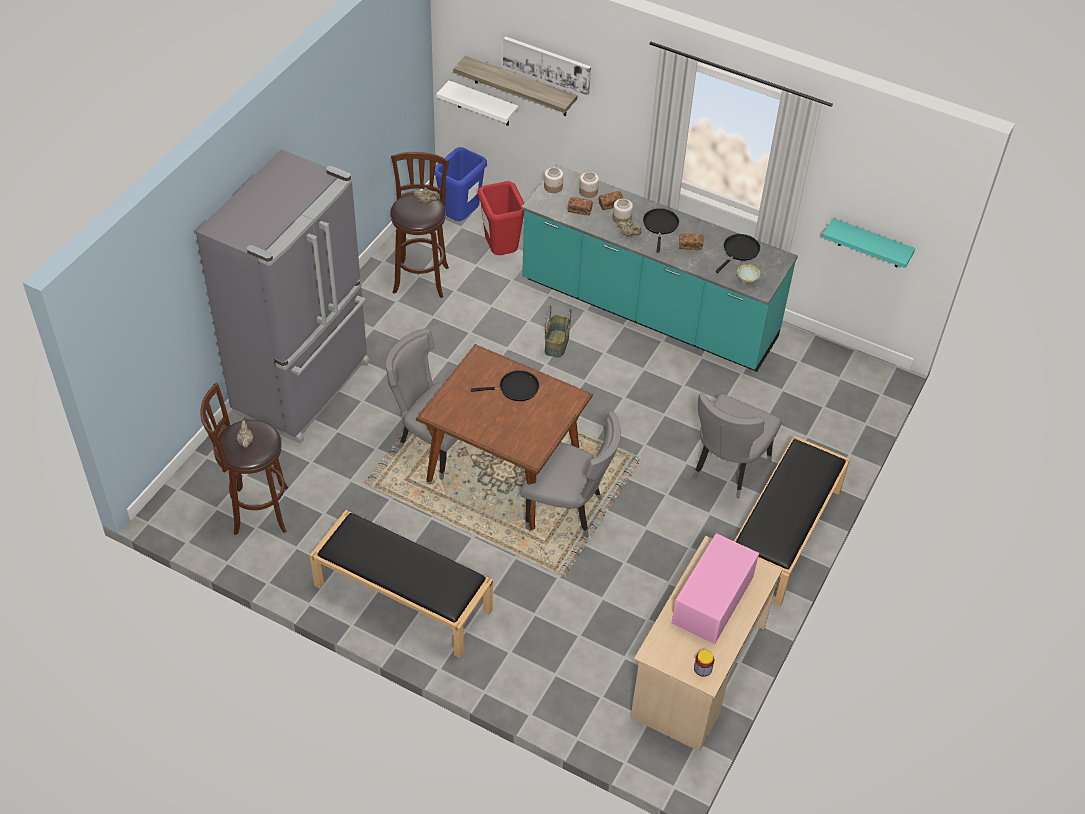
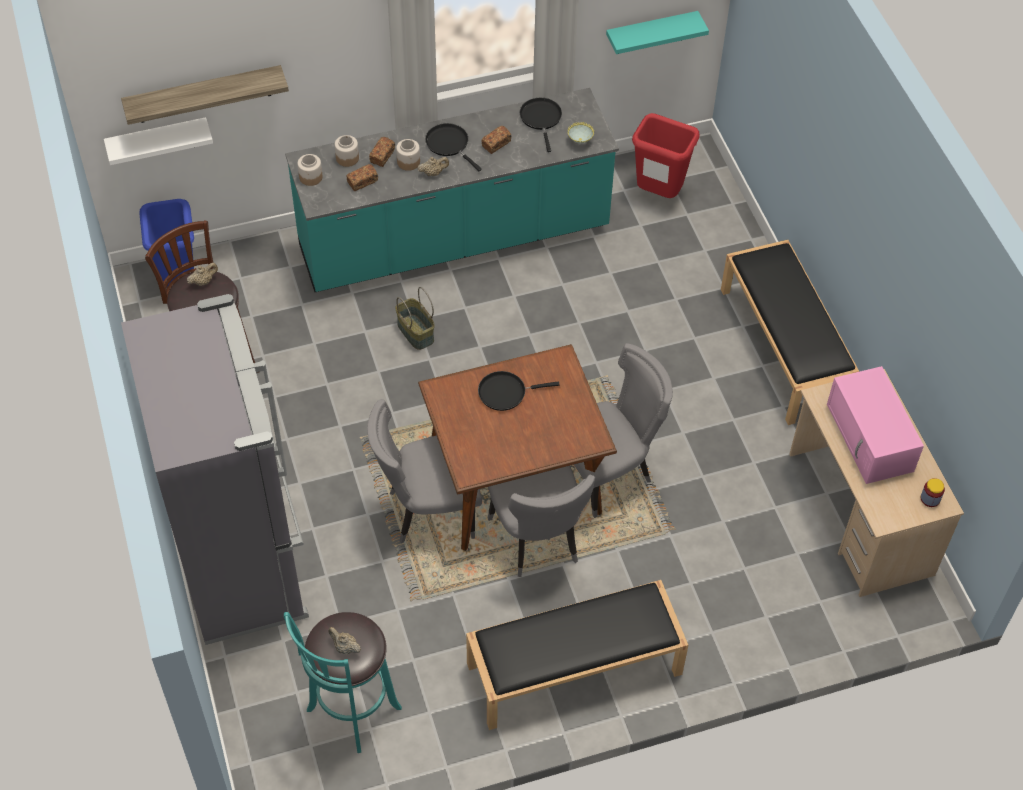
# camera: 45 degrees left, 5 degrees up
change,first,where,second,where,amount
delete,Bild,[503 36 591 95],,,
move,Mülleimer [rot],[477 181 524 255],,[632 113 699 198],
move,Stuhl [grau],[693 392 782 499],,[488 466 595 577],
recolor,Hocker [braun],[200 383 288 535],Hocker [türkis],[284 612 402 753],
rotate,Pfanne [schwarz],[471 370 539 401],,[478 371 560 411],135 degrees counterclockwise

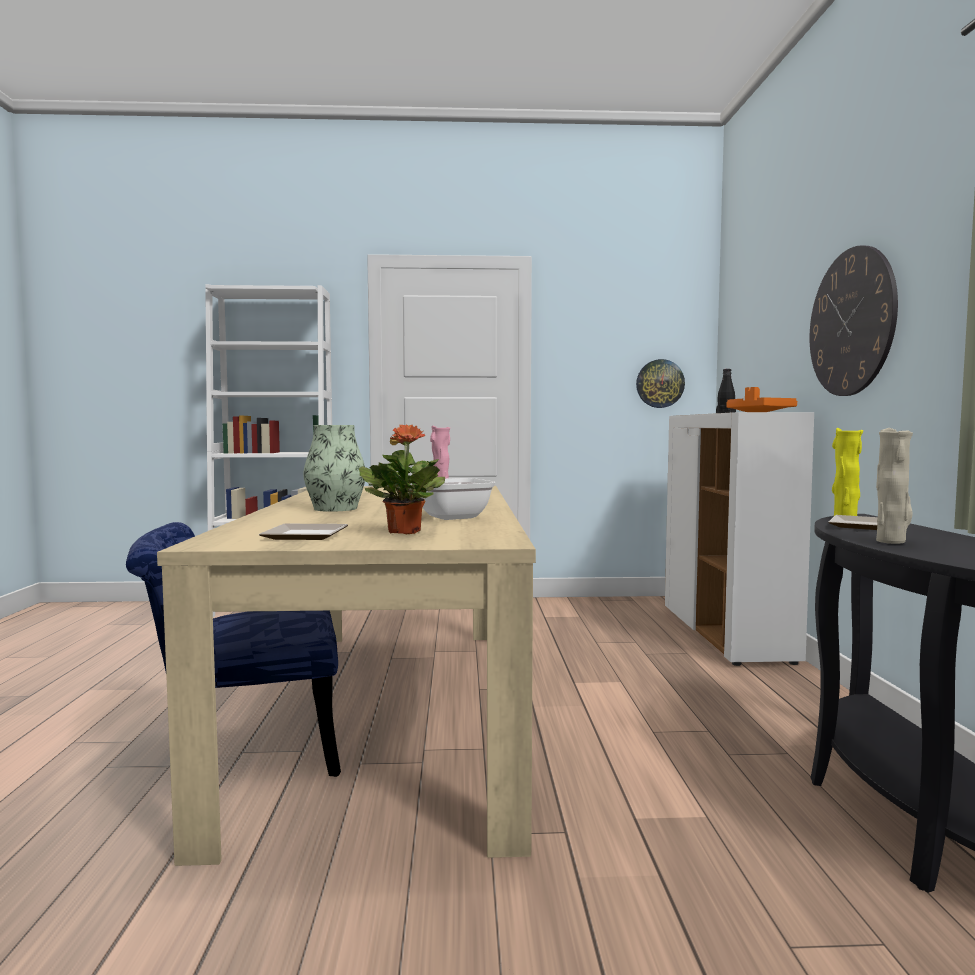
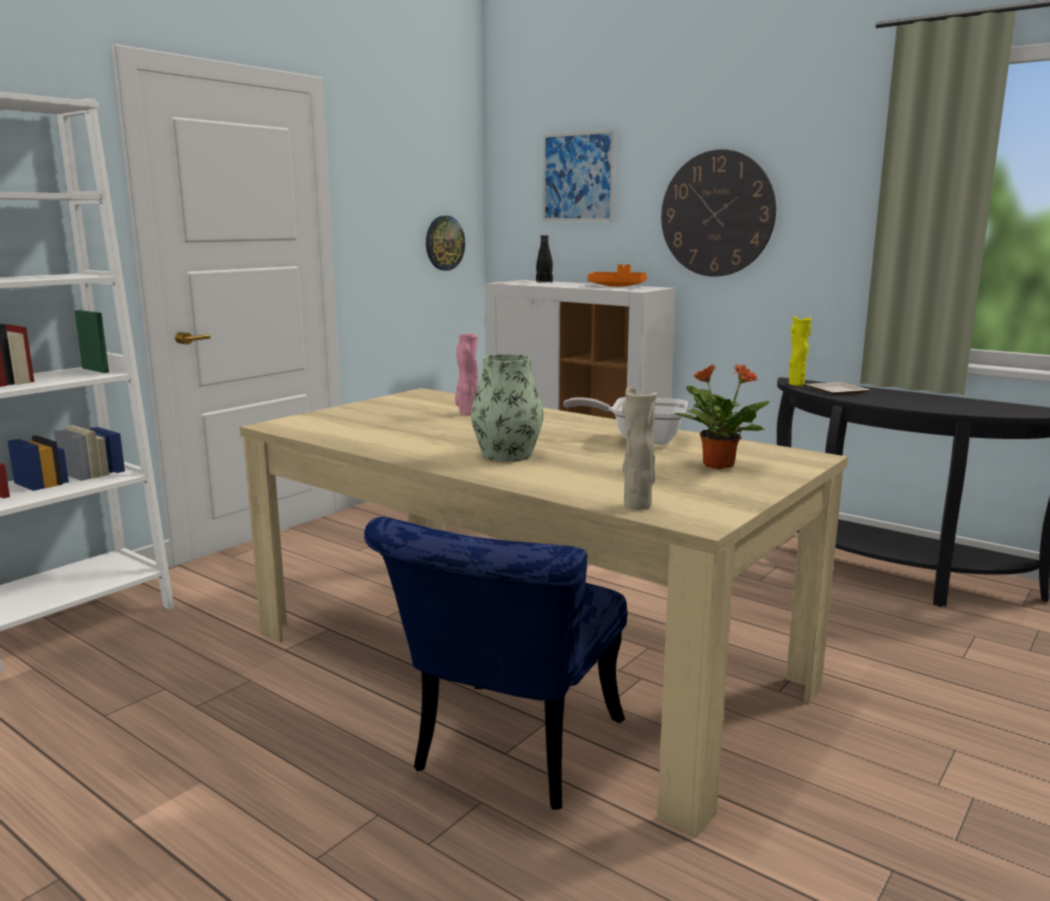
# camera: 50 degrees left, 10 degrees up
change,first,where,second,where,amount
delete,Teller,[259 524 348 540],,,
insert,,,Bild,[542 129 616 221],
move,Vase [beige],[876 428 913 544],,[622 387 657 510],

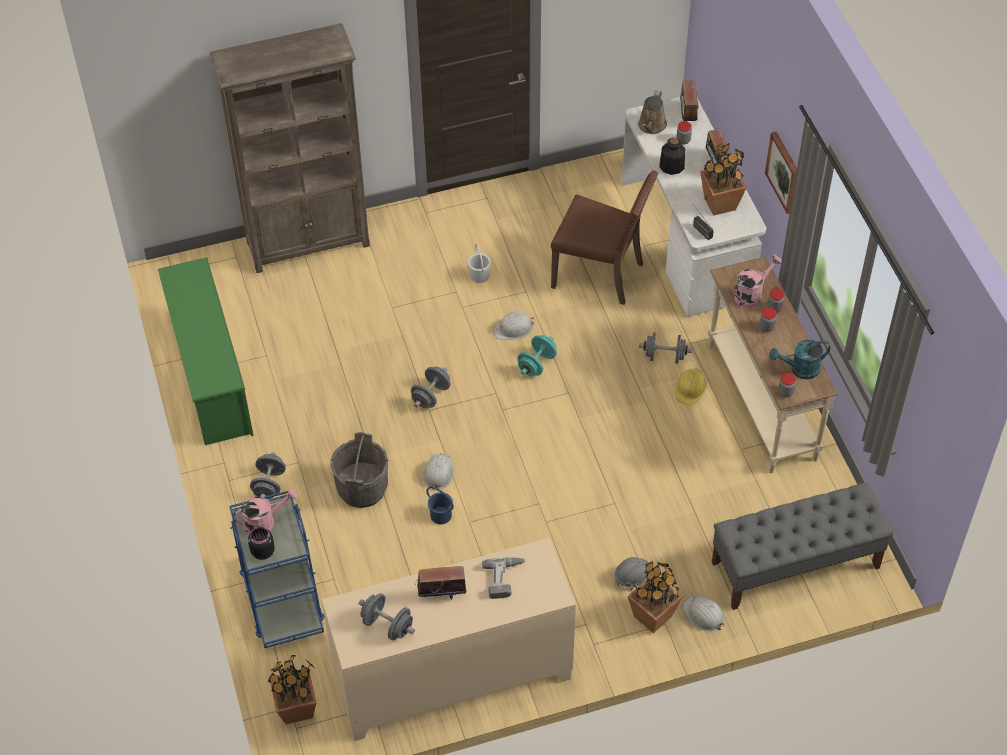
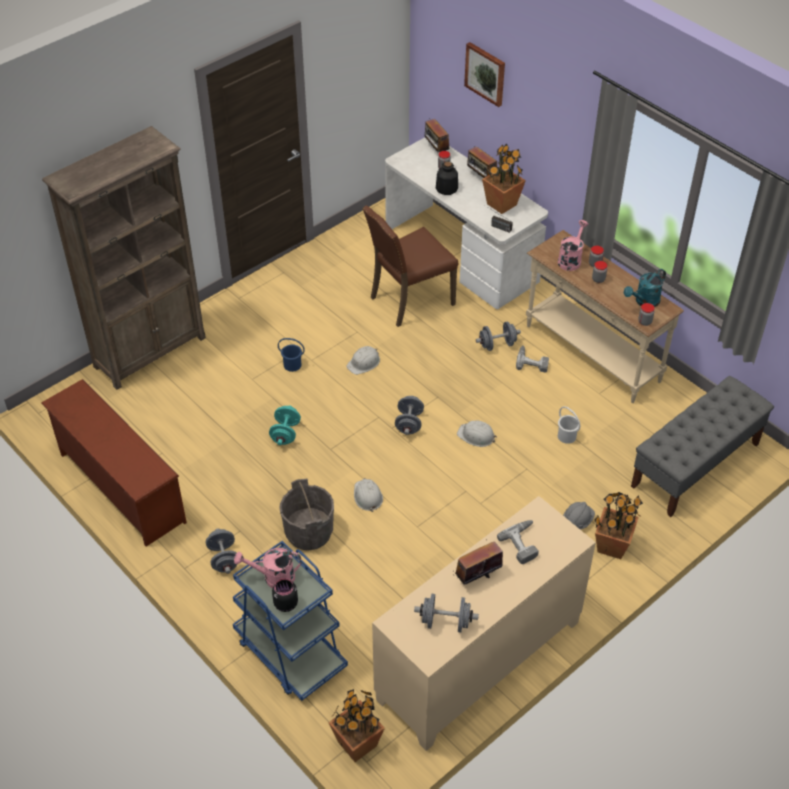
# camera: 25 degrees left, 5 degrees down
change,first,where,second,where,amount
delete,Gießkanne [braun],[638 90 667 134],,,
move,Hantel [grau],[411 367 451 408],,[395 396 424 435],
move,Eimer [blau],[426 486 454 524],,[278 338 305 372],
move,Eimer [weiß],[468 243 491 283],,[558 406 580 444],
move,Hantel [türkis],[518 335 557 376],,[269 406 301 445],
move,Schutzhelm [weiß],[682 595 724 632],,[457 421 497 447],
move,Bild,[765 132 797 214],,[464 42 505 107],
replace,Schutzhelm [gelb],[676 368 707 405],Bohrmaschine,[516 345 549 372],
recolor,Schuhregal [grün],[158 257 254 445],Schuhregal [braun],[41 379 187 547],
rotate,Gießkanne [rosa],[233 488 298 535],,[234 548 301 588],135 degrees counterclockwise
rotate,Stuhl [braun],[551 170 659 305],,[362 206 458 327],150 degrees clockwise

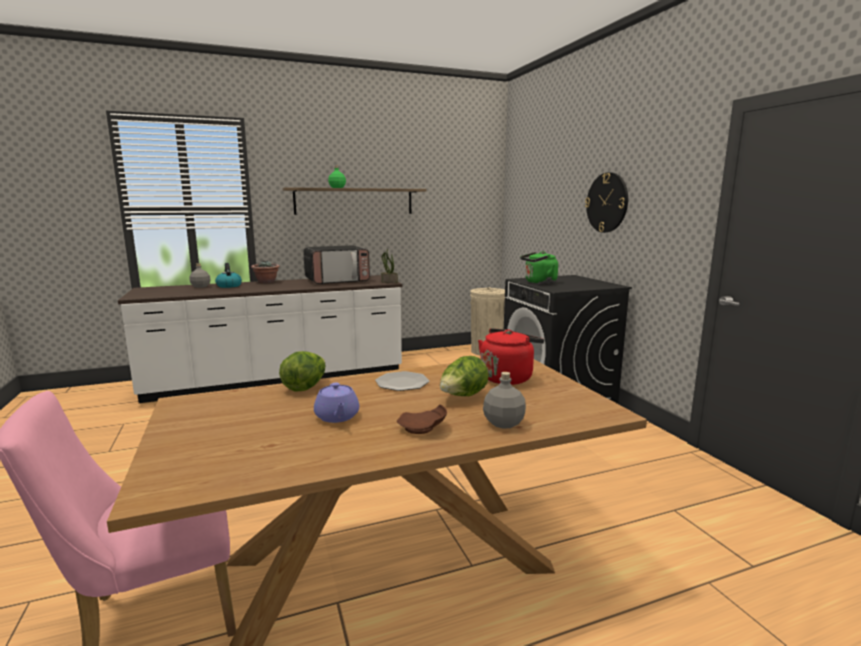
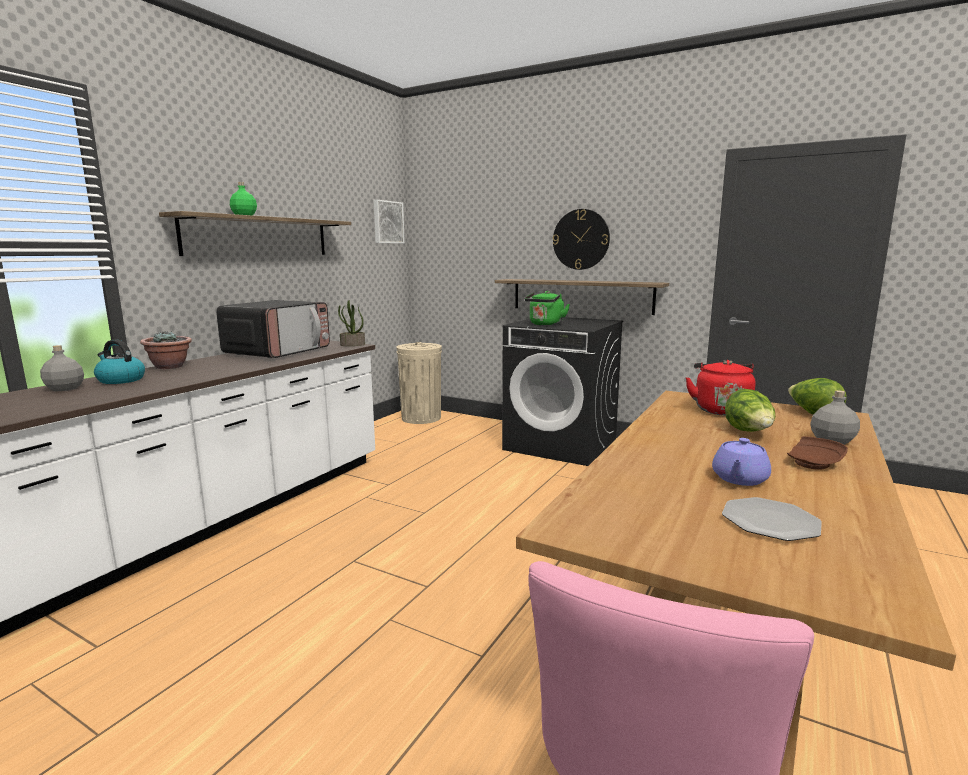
# camera: 40 degrees left, 0 degrees up
change,first,where,second,where,amount
insert,,,Bild,[373 200 405 244],
insert,,,Wandregal,[495 279 669 315],
move,Salatkopf,[279 351 326 391],,[788 378 847 414],
move,Teller,[375 371 429 391],,[722 497 822 541],
rotate,Teekanne [lila],[314 383 359 423],,[712 438 771 486],90 degrees clockwise

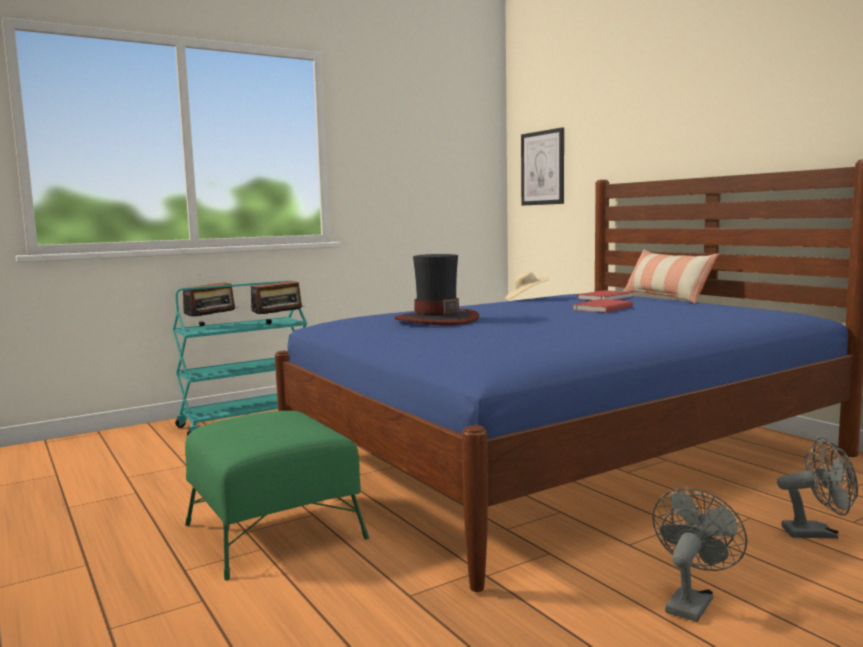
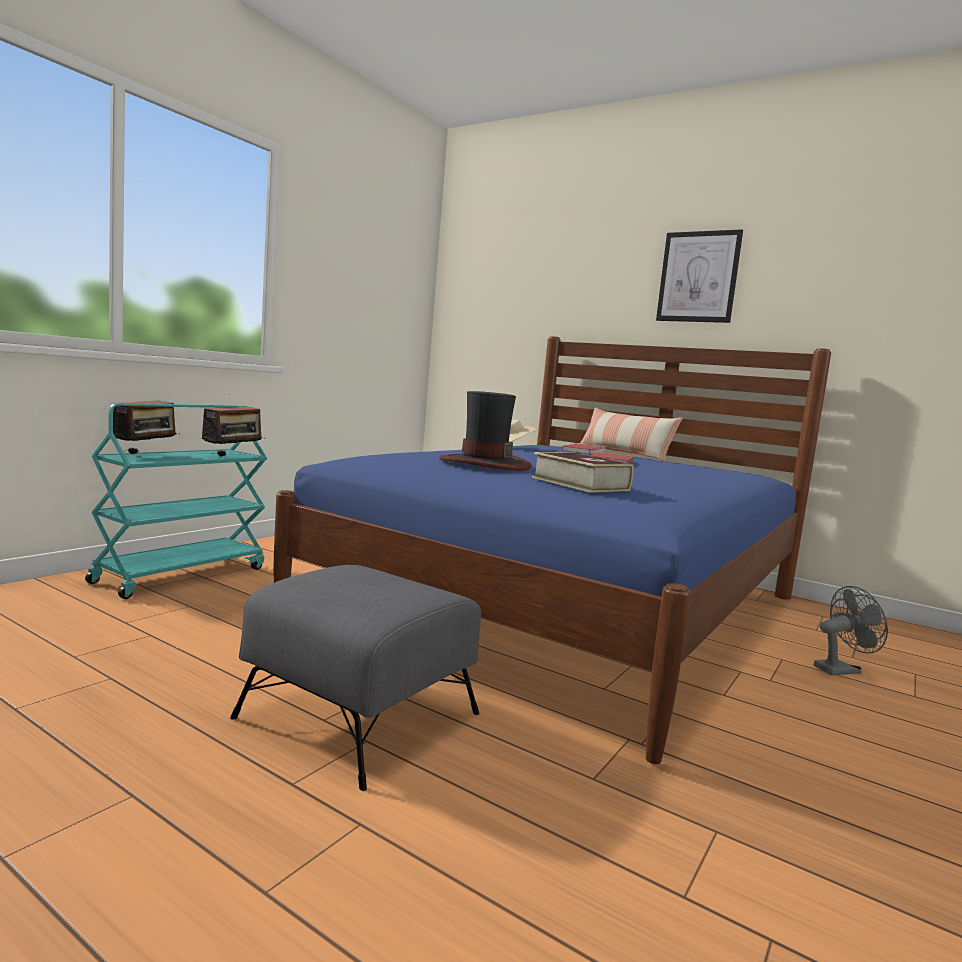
# camera: 25 degrees left, 0 degrees up
change,first,where,second,where,amount
delete,Ventilator [grau],[652 488 747 622],,,
insert,,,Buch,[532 452 634 493],
move,Bild,[521 127 564 205],,[656 229 743 323],
recolor,Polsterhocker [grün],[185 411 369 581],Polsterhocker [grau],[230 565 481 791],

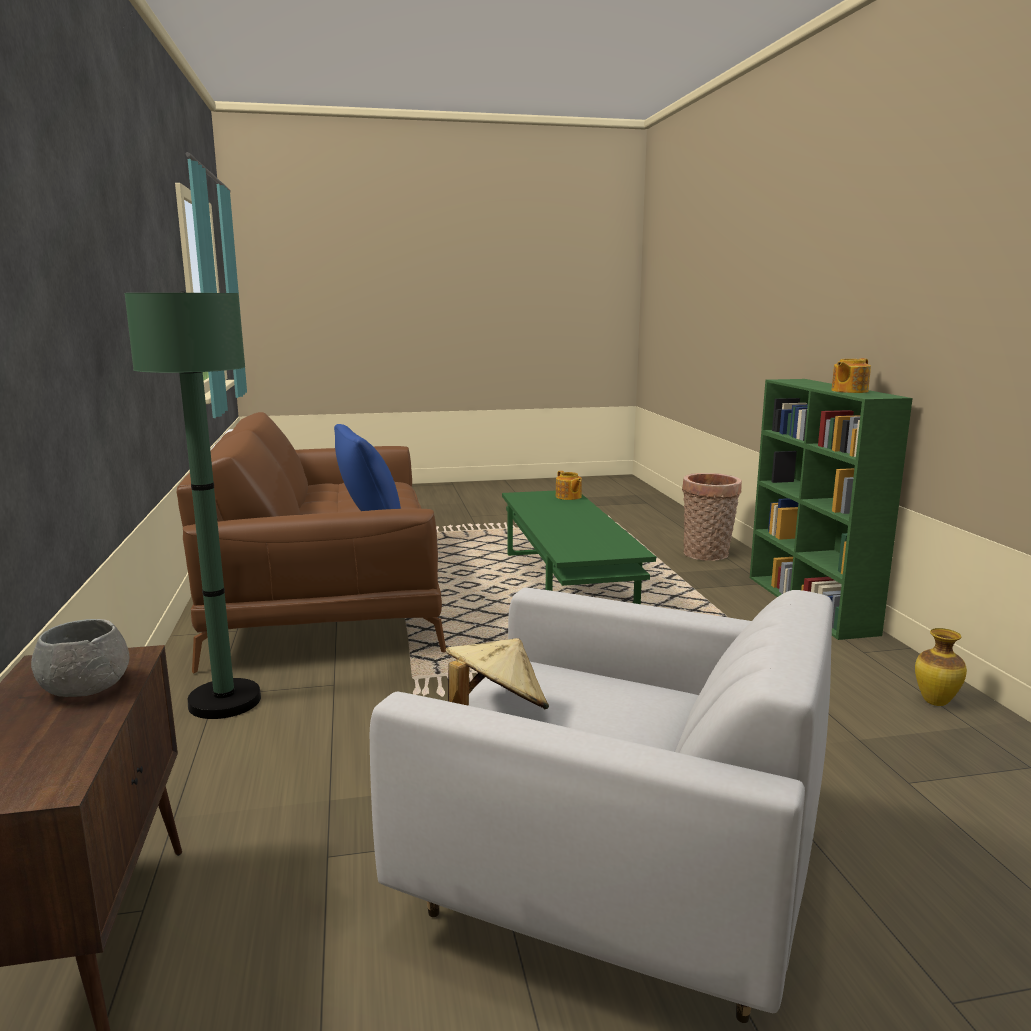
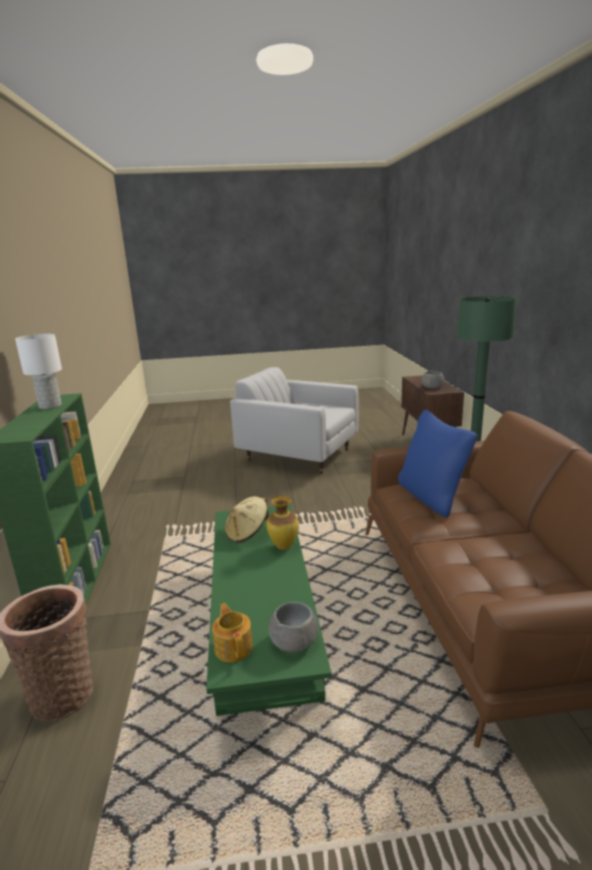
# camera: 175 degrees left, 5 degrees up
change,first,where,second,where,amount
insert,,,Schüssel [grau],[269 602 318 652],
move,Hut [beige],[446 638 549 709],,[225 496 269 543],
move,Vase,[915 628 967 706],,[266 496 299 550],
replace,Teekanne,[832 358 871 393],Tischlampe [weiß],[15 334 62 409],

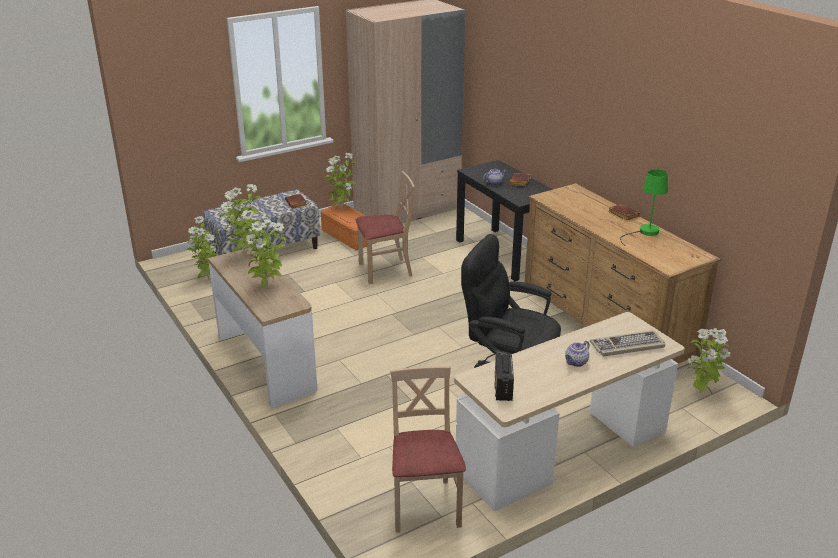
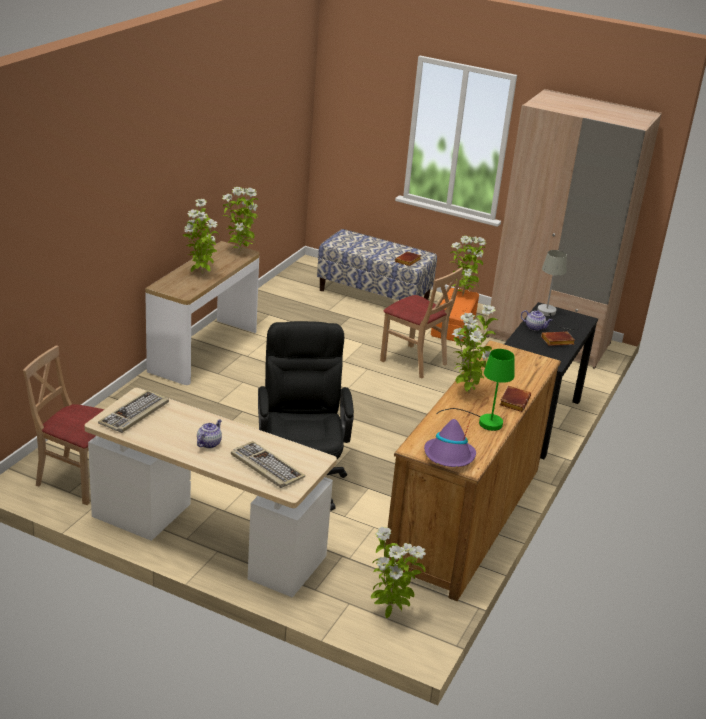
# camera: 55 degrees right, 0 degrees up
change,first,where,second,where,amount
insert,,,Hut [lila],[424 419 476 467],
insert,,,Tischlampe [grau],[537 250 580 330],
move,Topfpflanze,[186 216 217 280],,[452 305 497 393],
replace,Radio,[494 353 514 401],Tastatur,[98 390 169 433],
rotate,Stuhl [beige],[390 366 466 533],,[23 346 105 505],120 degrees counterclockwise
rotate,Teekanne,[565 341 590 367],,[197 419 222 448],105 degrees clockwise

